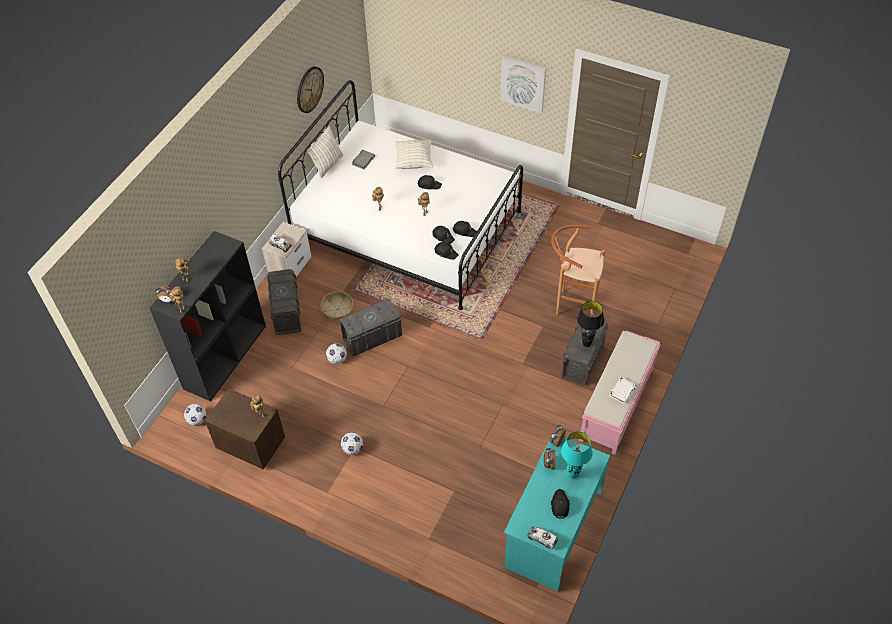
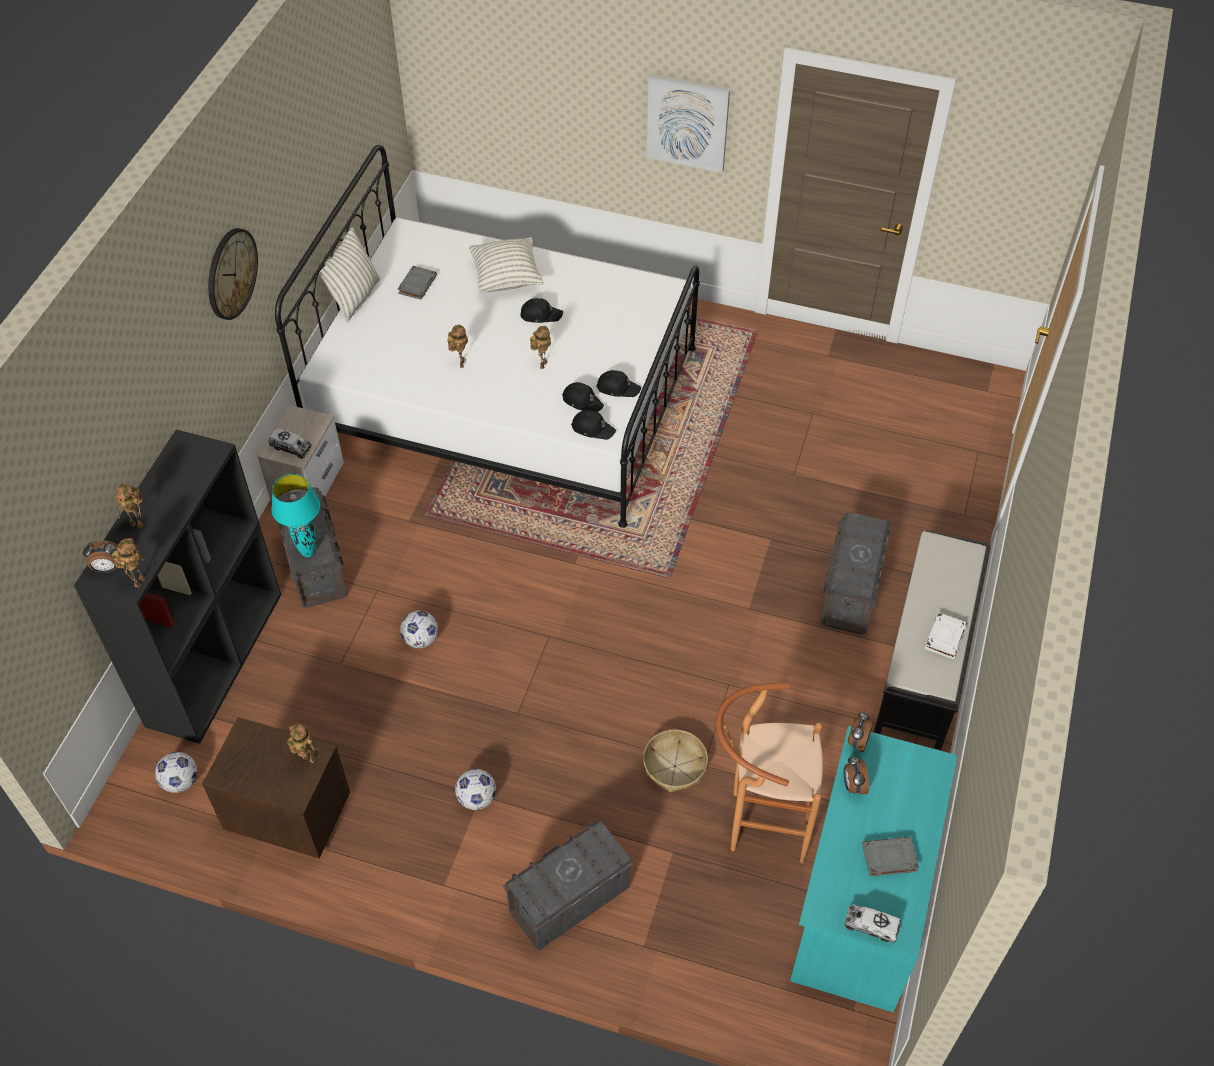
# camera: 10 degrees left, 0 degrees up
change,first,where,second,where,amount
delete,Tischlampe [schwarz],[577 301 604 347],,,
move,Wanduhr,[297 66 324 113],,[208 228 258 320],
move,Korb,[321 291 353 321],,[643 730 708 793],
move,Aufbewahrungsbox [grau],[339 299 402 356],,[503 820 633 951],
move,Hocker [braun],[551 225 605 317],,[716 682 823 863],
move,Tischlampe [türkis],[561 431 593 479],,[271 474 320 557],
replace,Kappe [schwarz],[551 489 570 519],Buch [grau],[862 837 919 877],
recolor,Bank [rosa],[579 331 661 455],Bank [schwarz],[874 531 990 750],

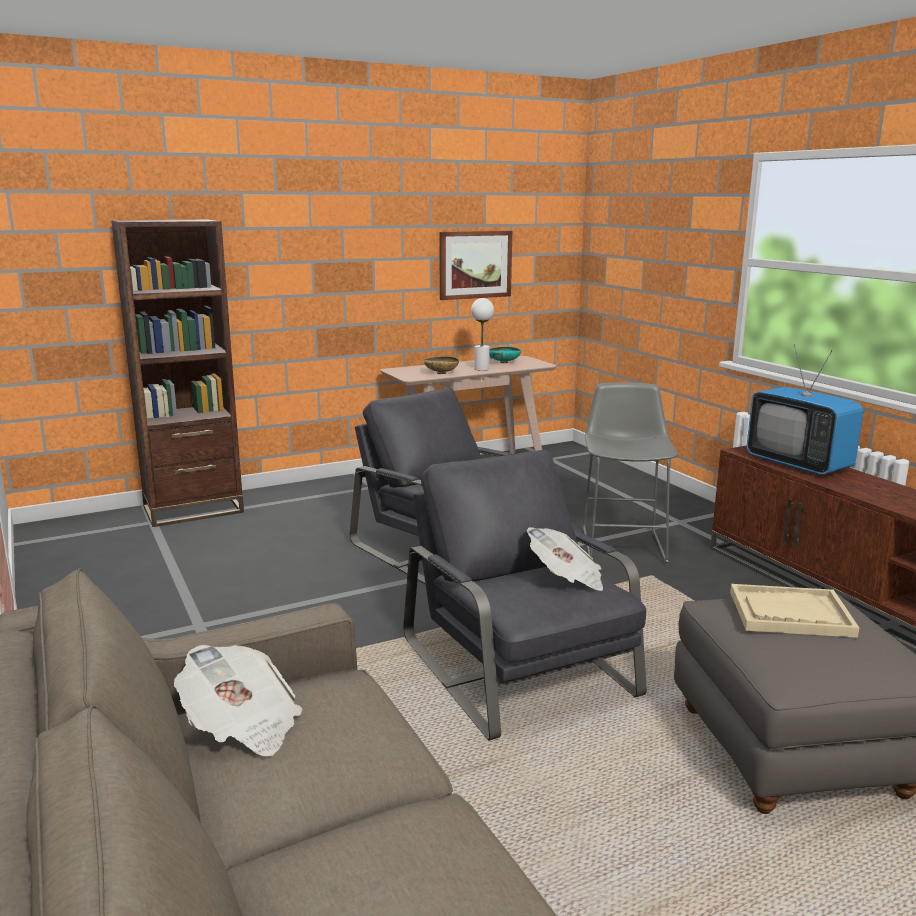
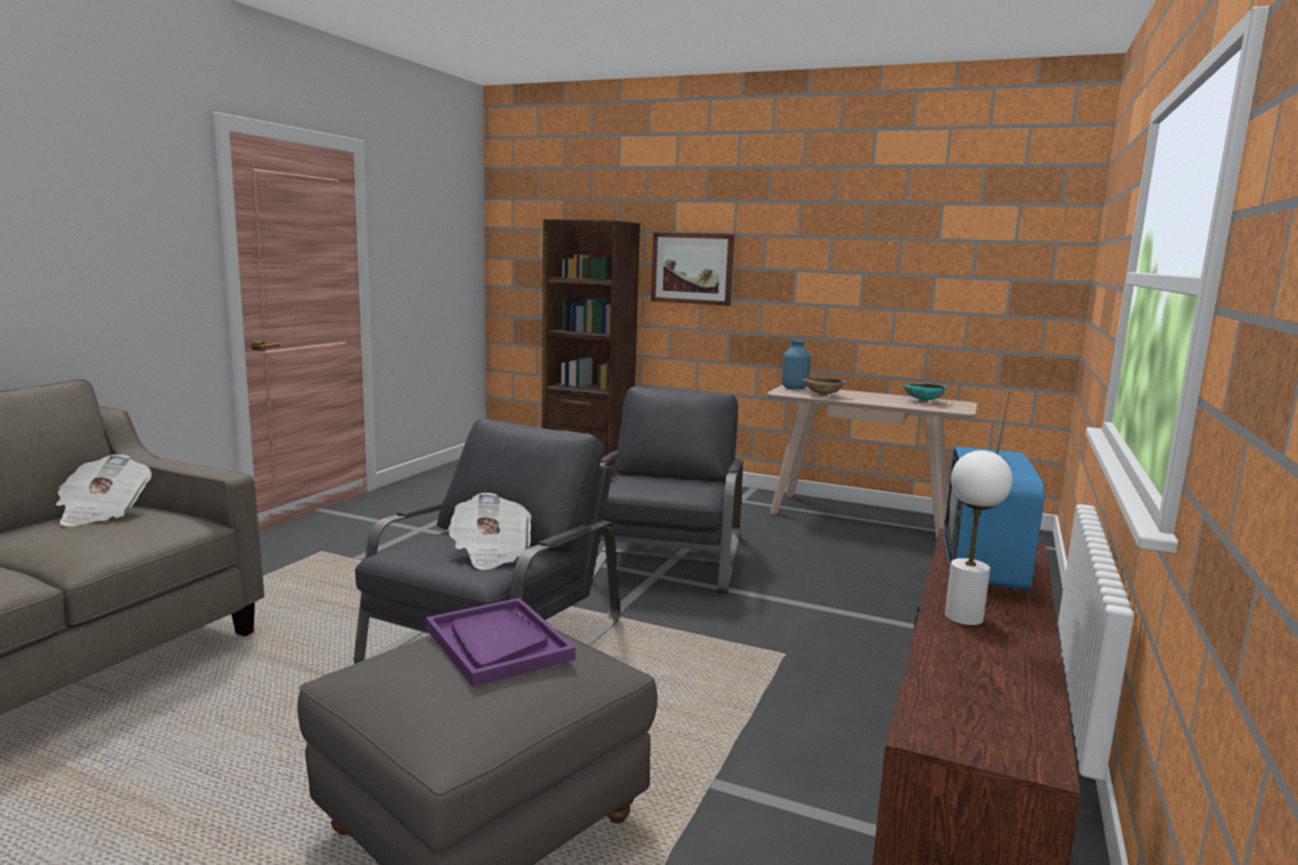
# camera: 50 degrees right, 5 degrees down
change,first,where,second,where,amount
delete,Hocker [grau],[583 382 678 565],,,
insert,,,Vase [blau],[782 340 811 390],
move,Bild,[440 231 512 300],,[651 232 734 306],
move,Tischlampe [weiß],[471 298 494 371],,[945 450 1012 625],
recolor,Tablett [beige],[730 584 859 638],Tablett [lila],[426 598 575 687],

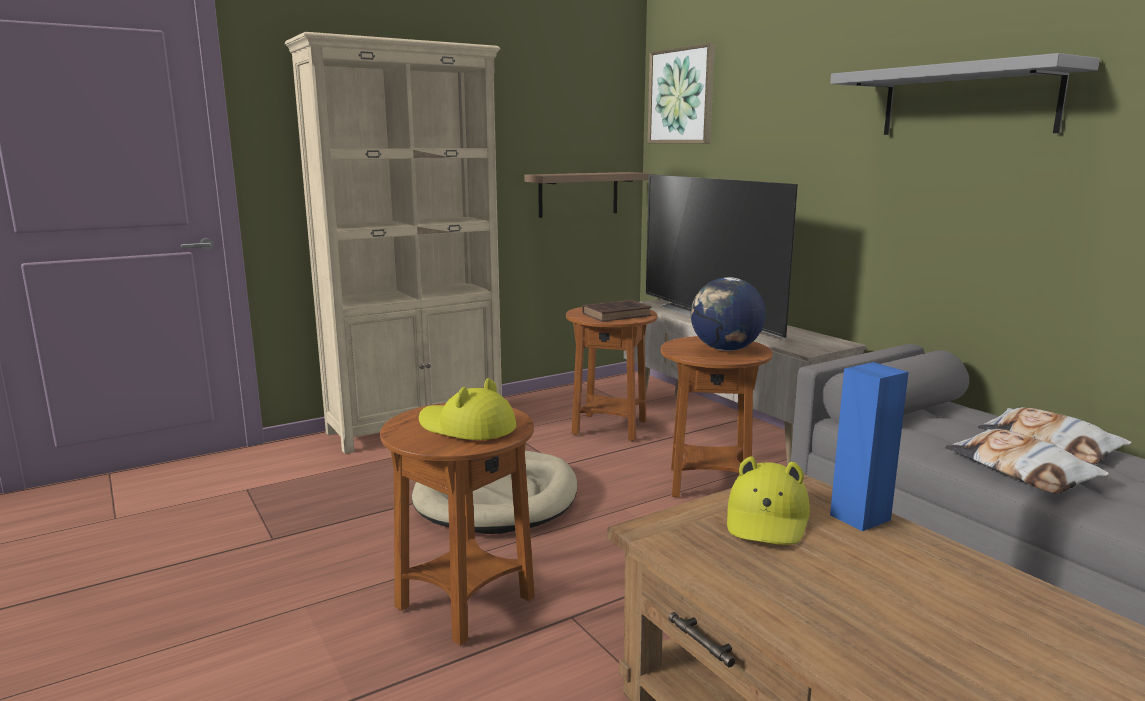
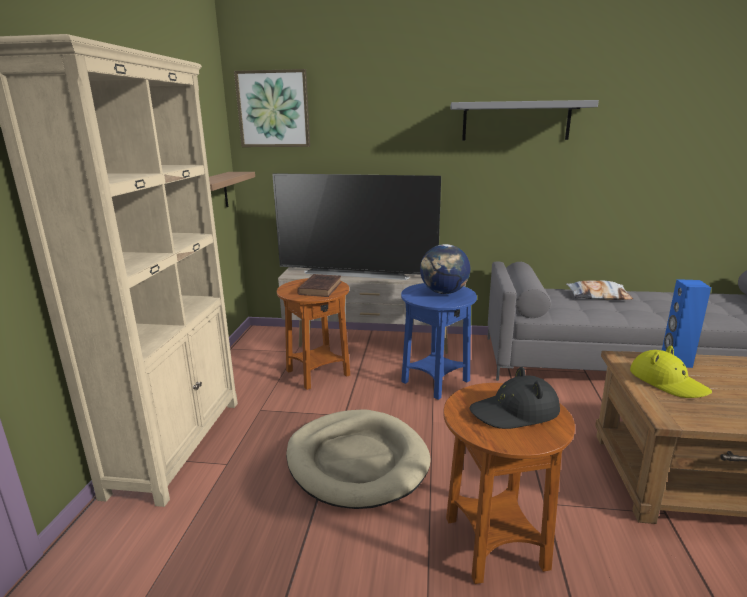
# camera: 50 degrees left, 5 degrees up
change,first,where,second,where,amount
delete,Kissen,[945 429 1109 494],,,
recolor,Hut [gelb],[419 378 516 440],Hut [schwarz],[470 367 560 429],
recolor,Beistelltisch [braun],[660 336 773 497],Beistelltisch [blau],[401 283 477 400],

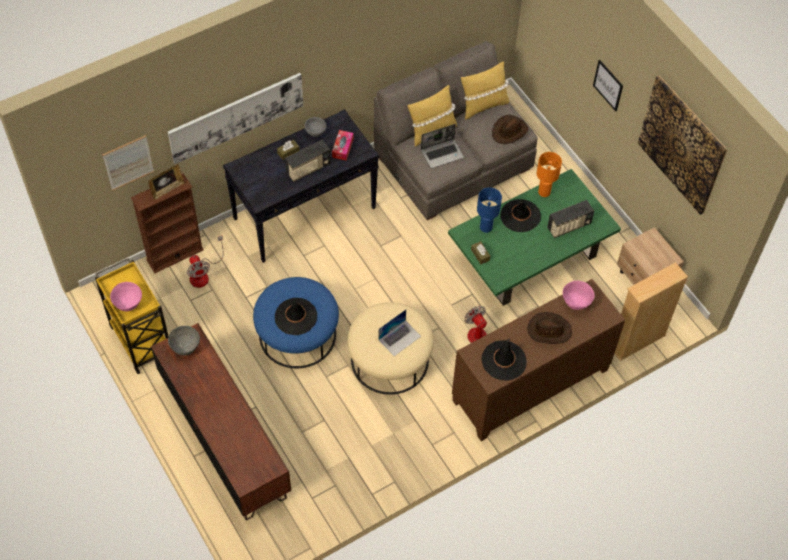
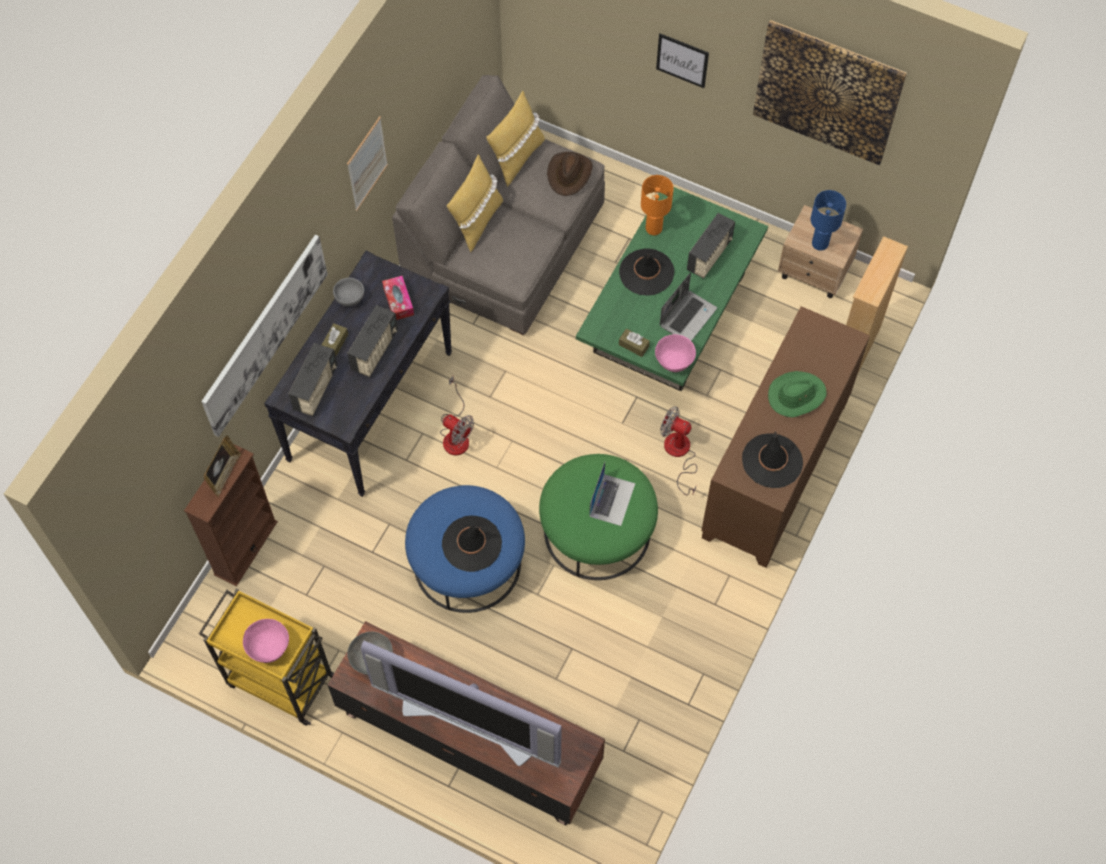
# camera: 30 degrees left, 5 degrees up
change,first,where,second,where,amount
insert,,,Radio,[289 343 337 416],
insert,,,Fernseher,[361 641 562 767],
move,Bild,[102 135 154 191],,[347 116 388 211],
move,Ventilator,[187 236 223 288],,[440 376 474 456],
move,Laptop,[421 124 464 168],,[660 272 717 341],
move,Tischlampe [blau],[477 187 502 233],,[811 190 846 251],
move,Schüssel [rosa],[563 281 594 310],,[655 334 696 372],
recolor,Polsterhocker [beige],[347 302 434 395],Polsterhocker [grün],[539 454 658 580],
recolor,Hut [braun],[527 312 572 344],Hut [grün],[768 371 827 418],

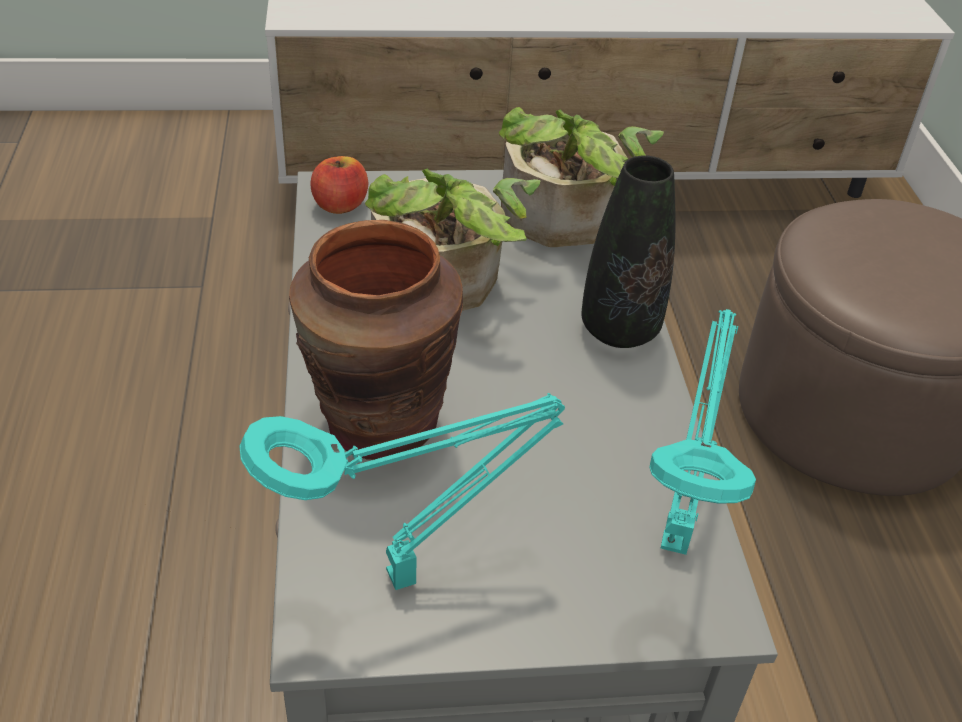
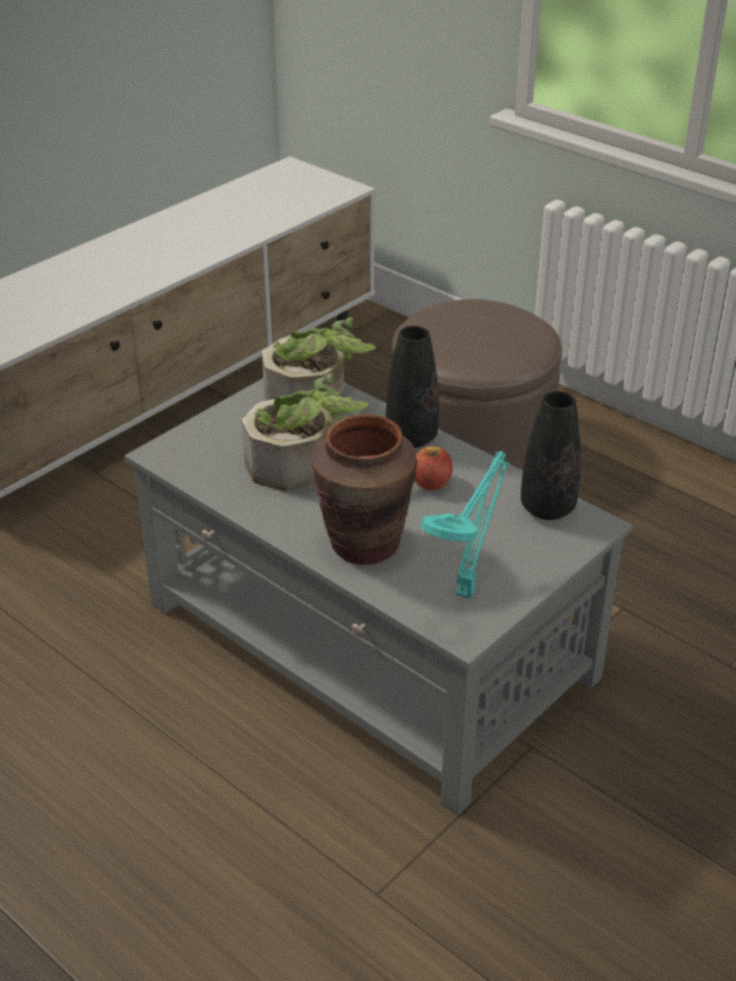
# camera: 40 degrees left, 5 degrees down
change,first,where,second,where,amount
move,Apfel,[310 156 368 214],,[415 446 453 490],
replace,Tischlampe [türkis],[649 309 756 555],Vase [schwarz],[521 391 581 520],

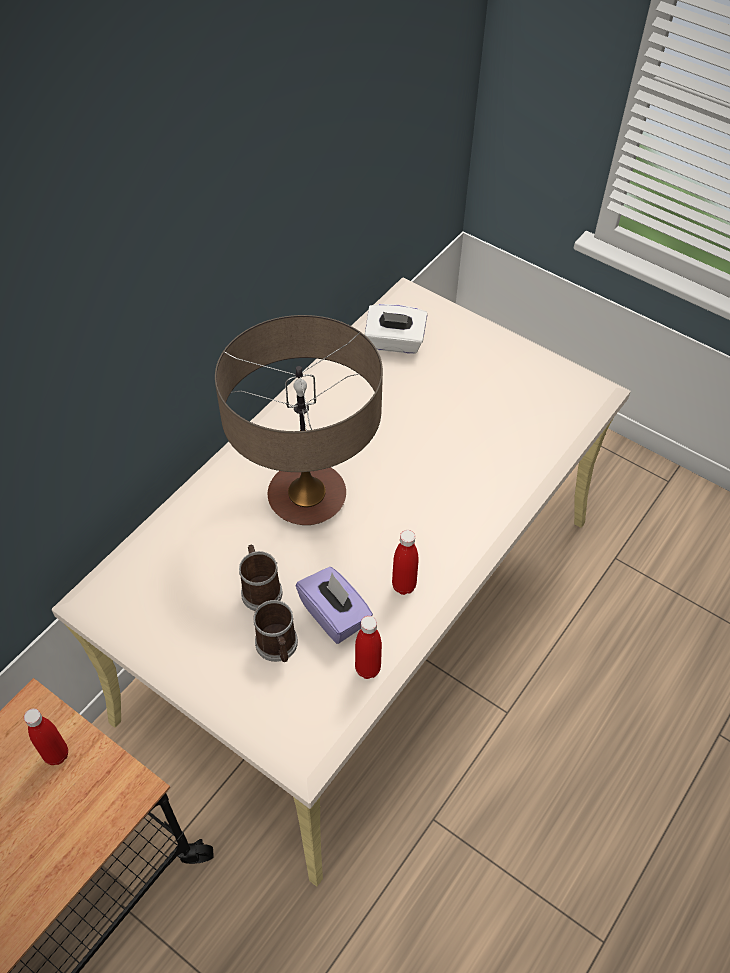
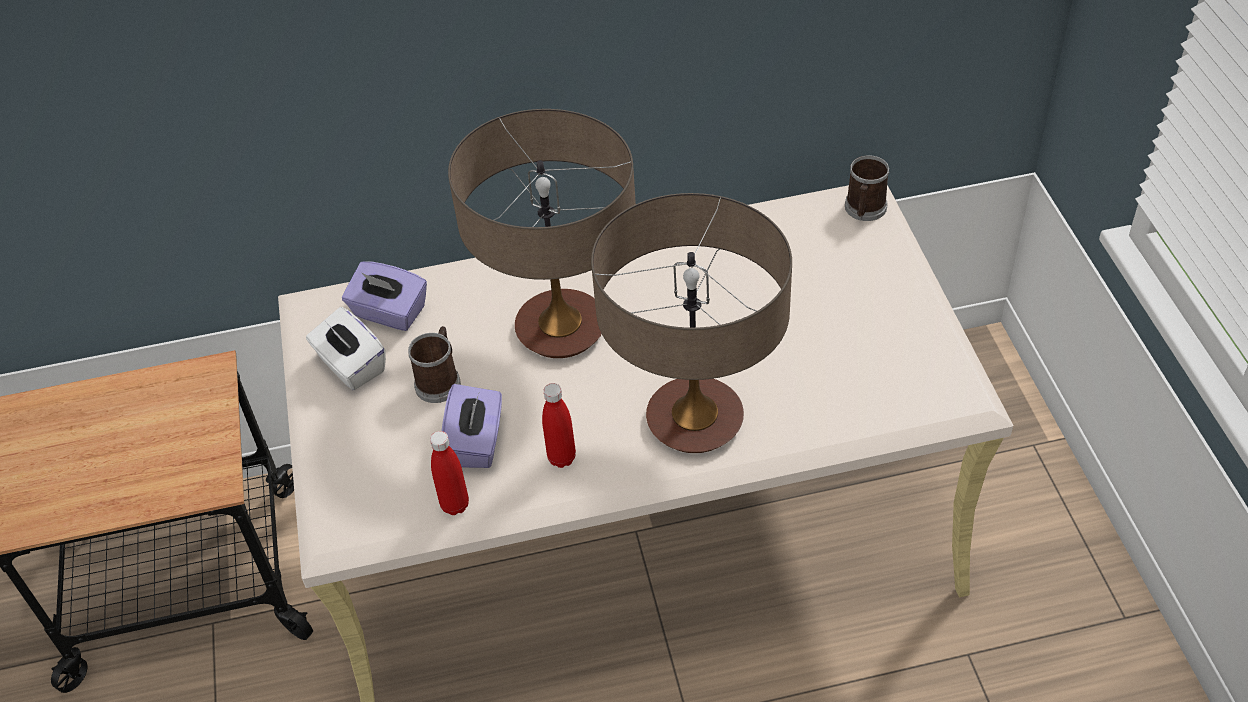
# camera: 45 degrees right, 5 degrees down
change,first,where,second,where,amount
delete,Flasche [rot],[24 709 68 765],,,
insert,,,Taschentuchbox [lila],[342 262 427 331],
insert,,,Tischlampe,[591 193 792 453],
move,Henkelbecher,[254 600 298 662],,[845 155 889 221],
move,Taschentuchbox [weiß],[365 304 427 354],,[306 307 386 390],

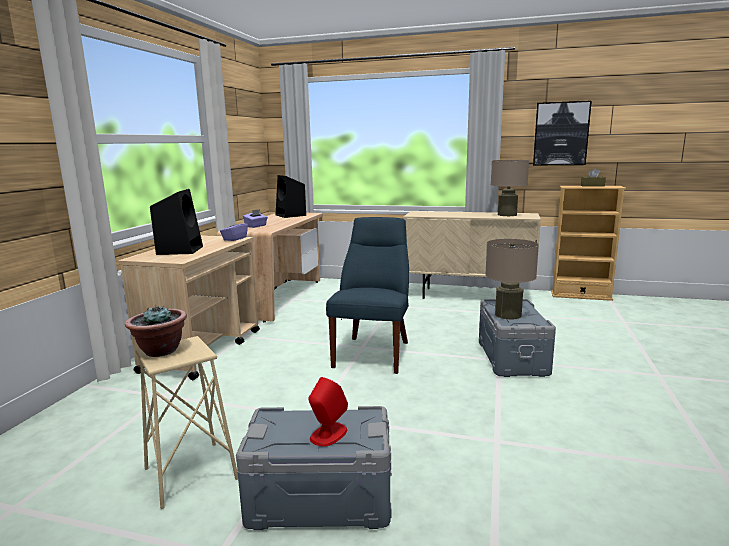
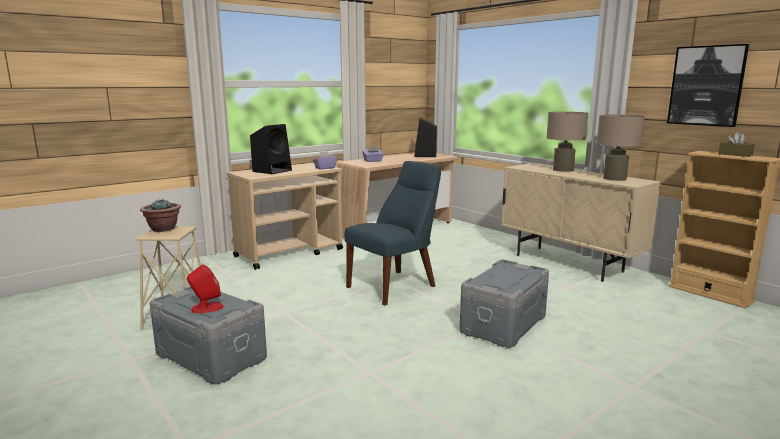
# camera: 35 degrees right, 0 degrees up
change,first,where,second,where,amount
move,Tischlampe [beige],[485 239 539 320],,[546 112 588 172],

